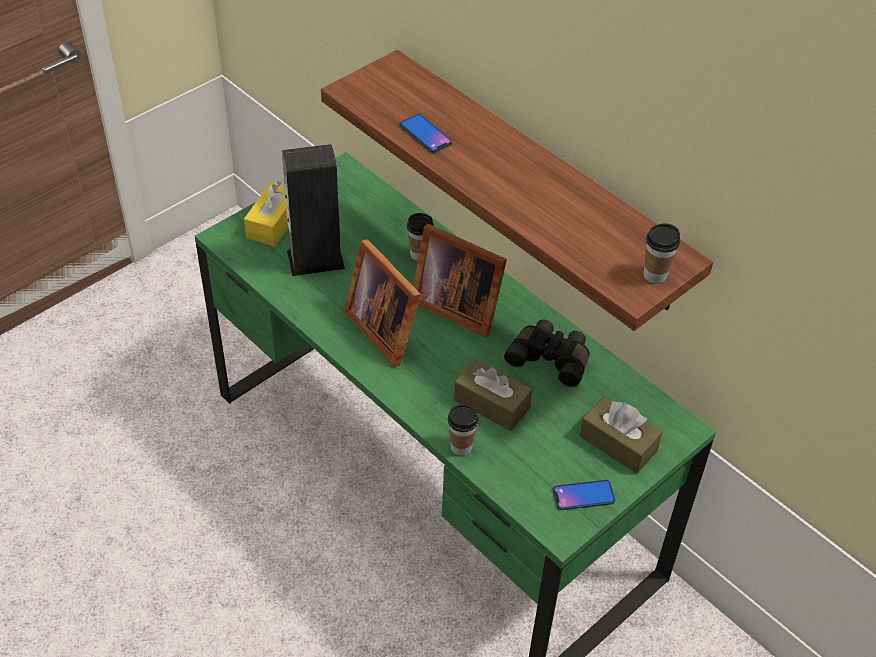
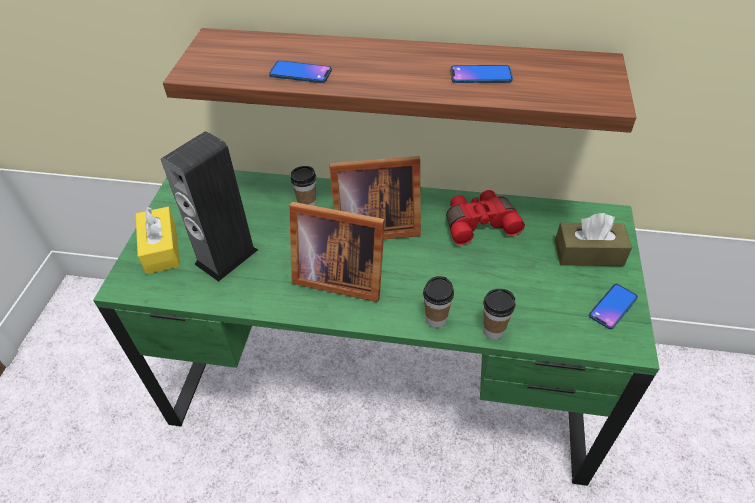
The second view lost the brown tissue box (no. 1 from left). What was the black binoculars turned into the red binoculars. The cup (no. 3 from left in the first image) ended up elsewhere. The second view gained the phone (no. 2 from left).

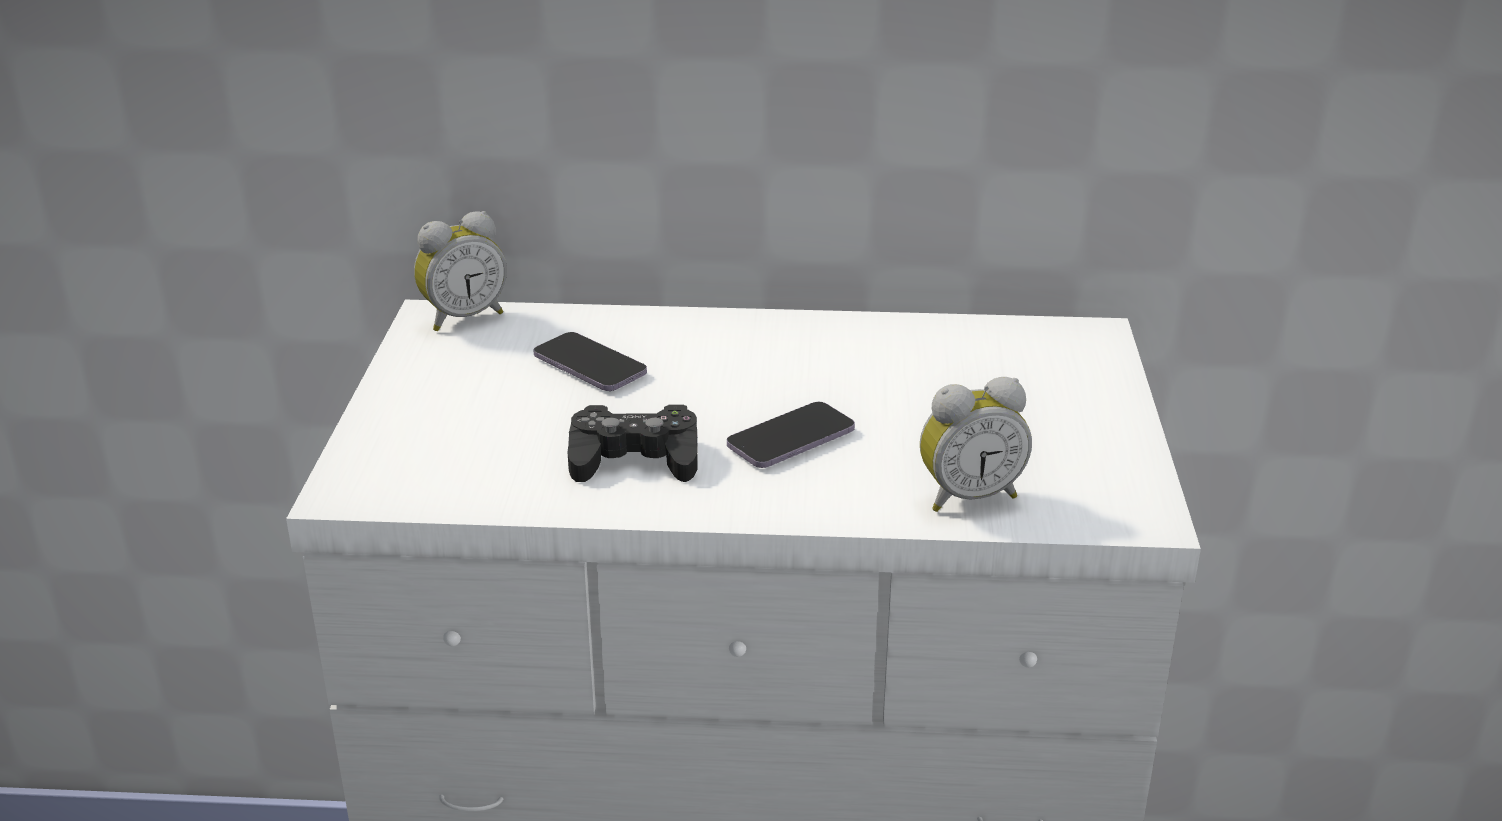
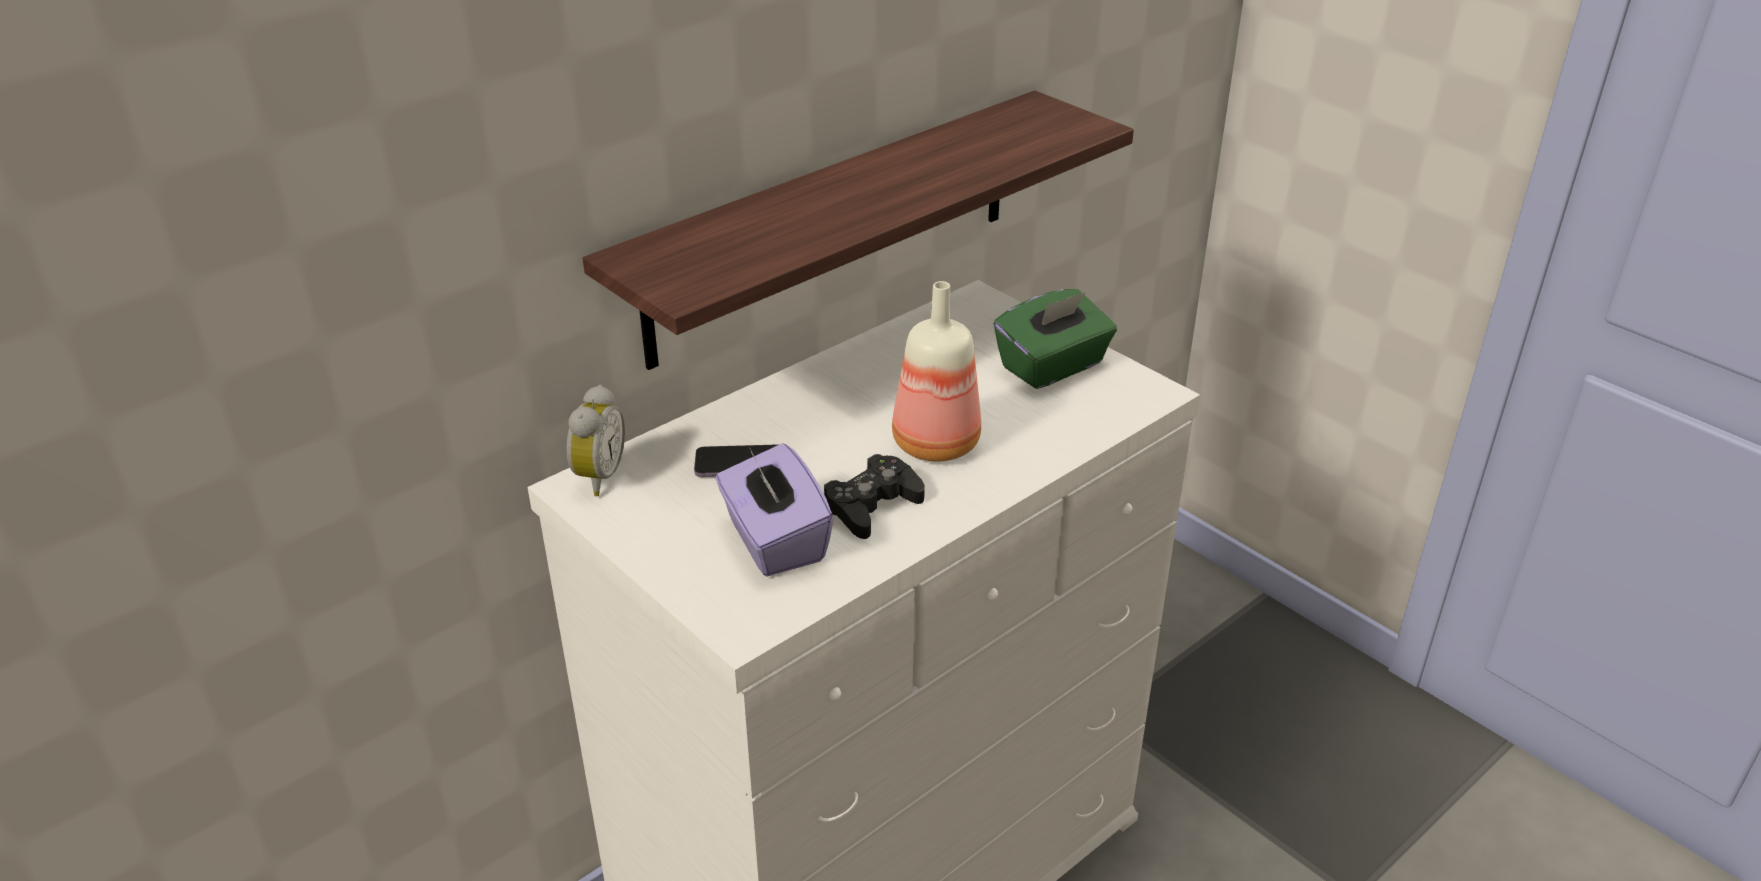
Where the phone (no. 2 from left) stood, the bottle came to stand. The second view lost the alarm clock (no. 2 from left). The second view gained the shelf. The second view gained the purple tissue box. The second view gained the green tissue box.

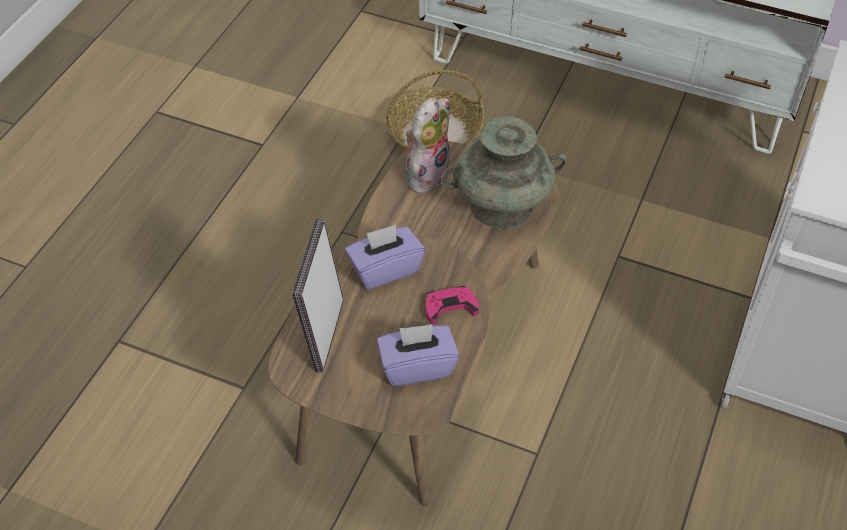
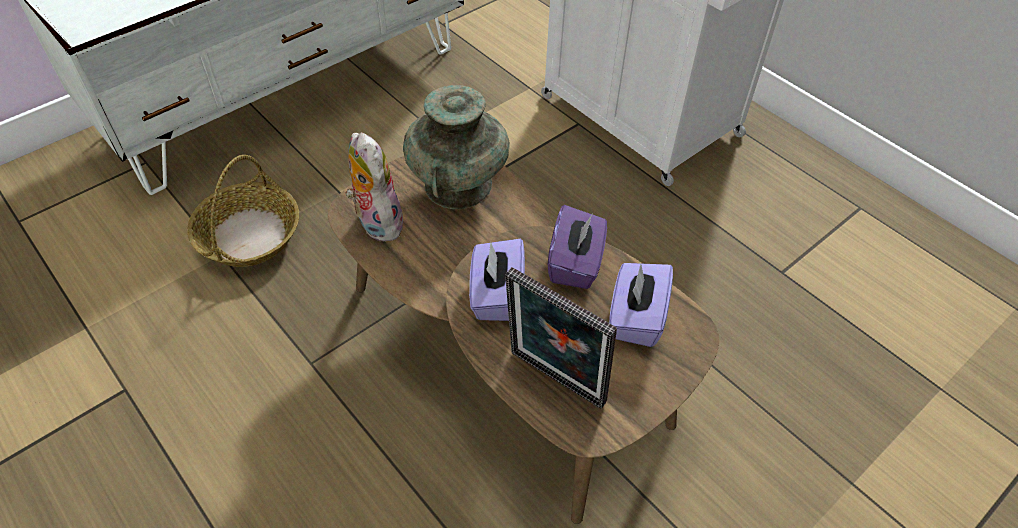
Where the pink game controller stood, the purple tissue box (no. 2 from left) came to stand.

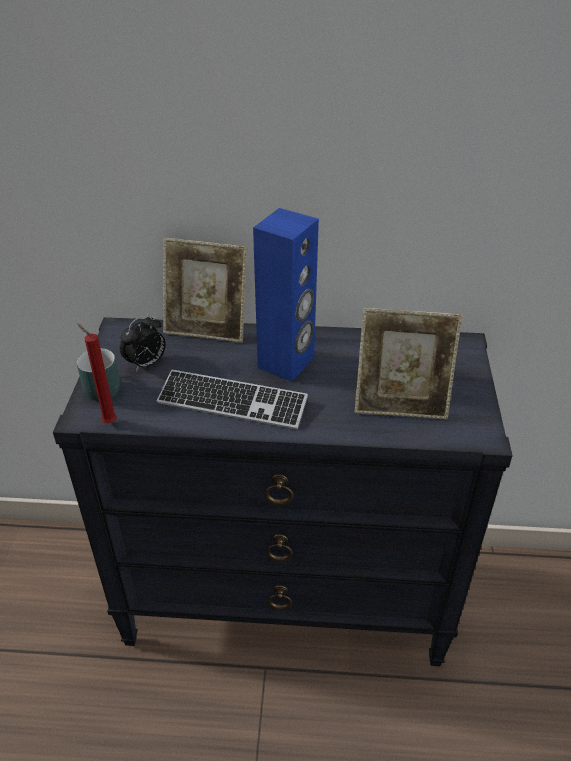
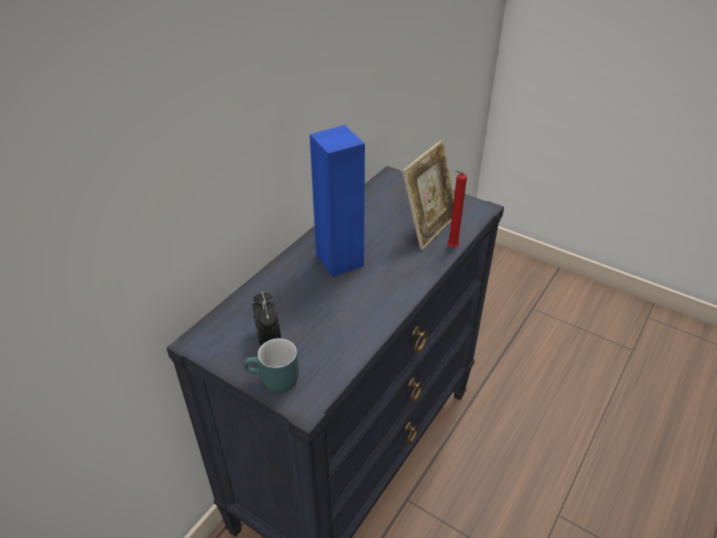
The red candle ended up elsewhere. The second view lost the keyboard. The second view lost the picture frame (no. 1 from left).

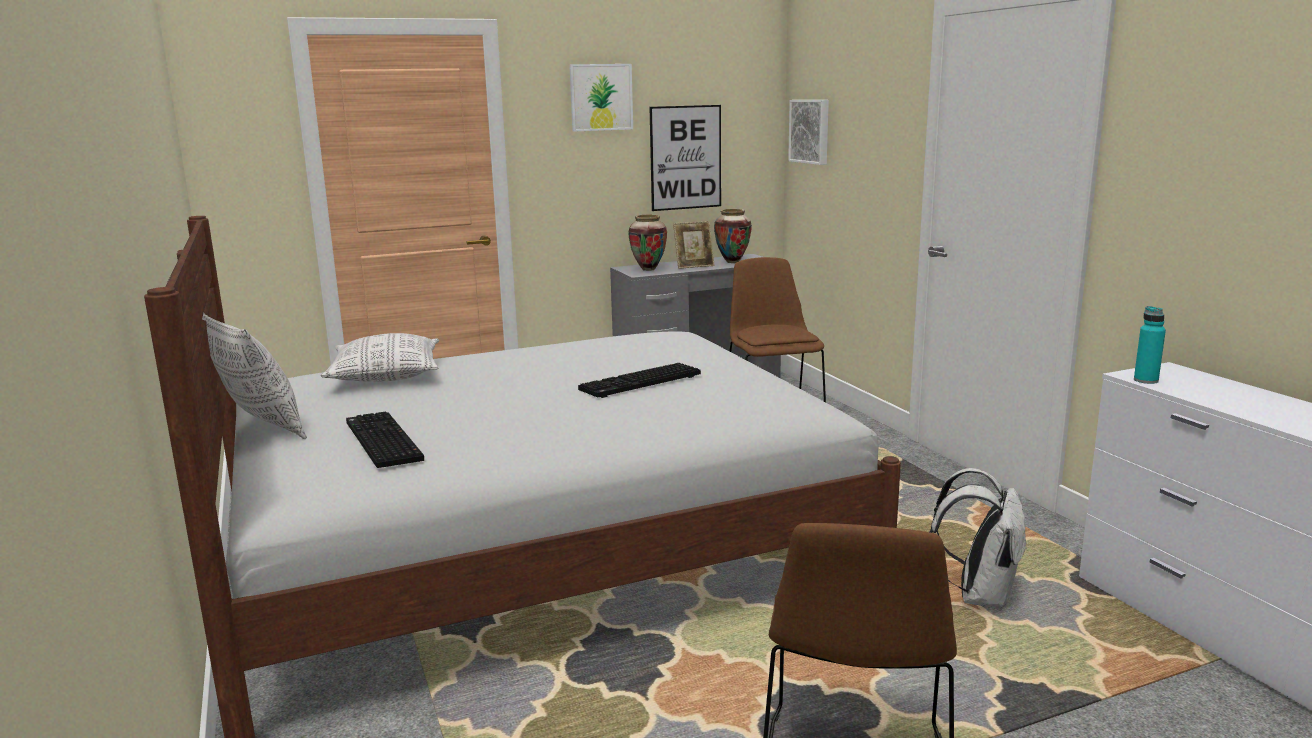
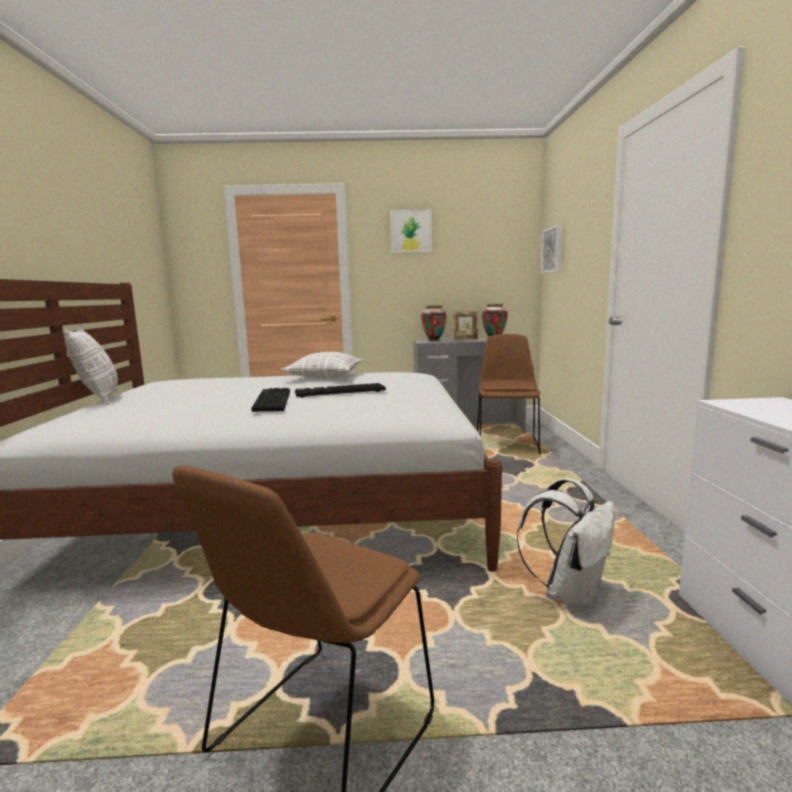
The pillow (no. 2 from left) ended up elsewhere. The keyboard (no. 1 from left) ended up elsewhere. The second view lost the picture (no. 2 from left). The second view lost the turquoise bottle.

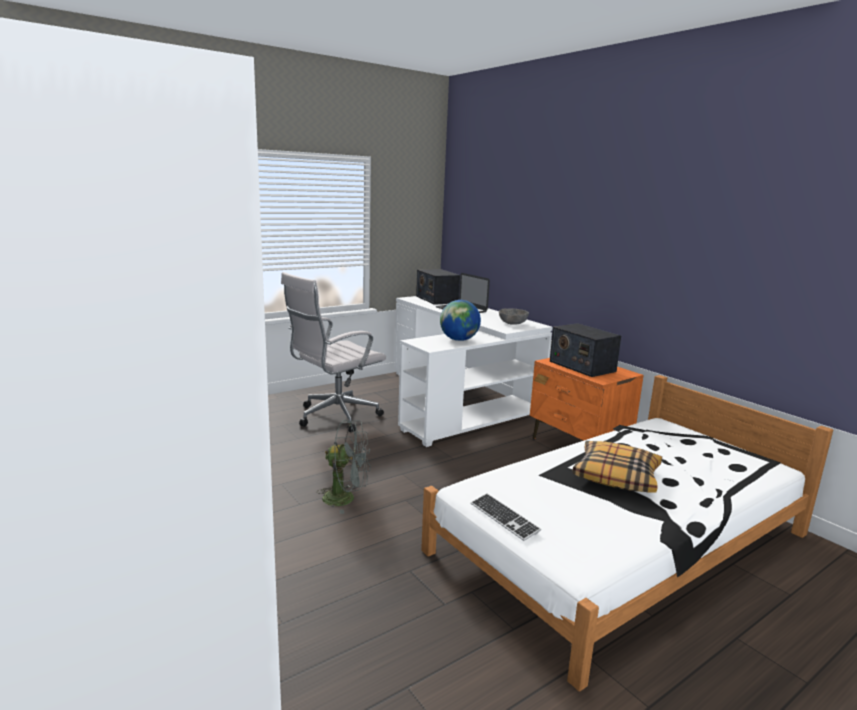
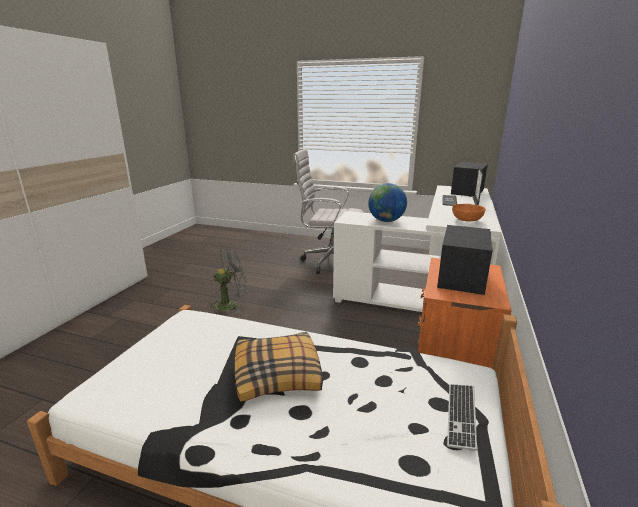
The grey fan ended up facing another way, 90 degrees counterclockwise from before. The keyboard ended up elsewhere. What was the grey bowl turned into the orange bowl.

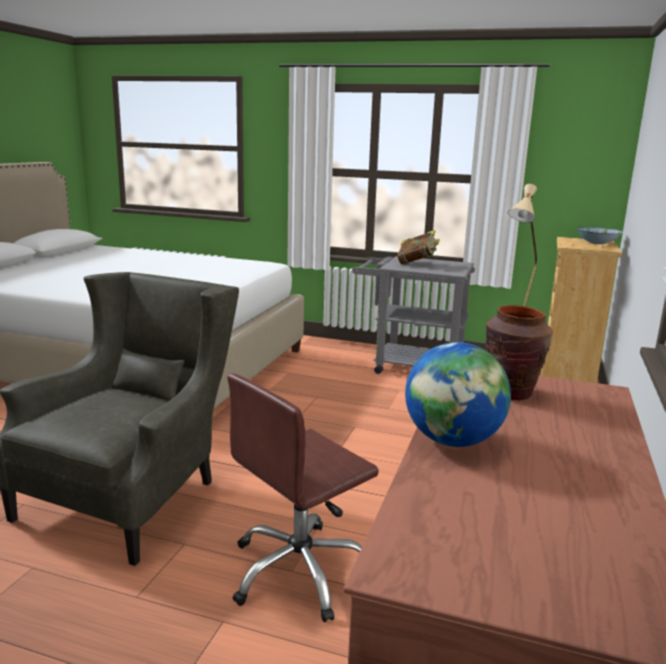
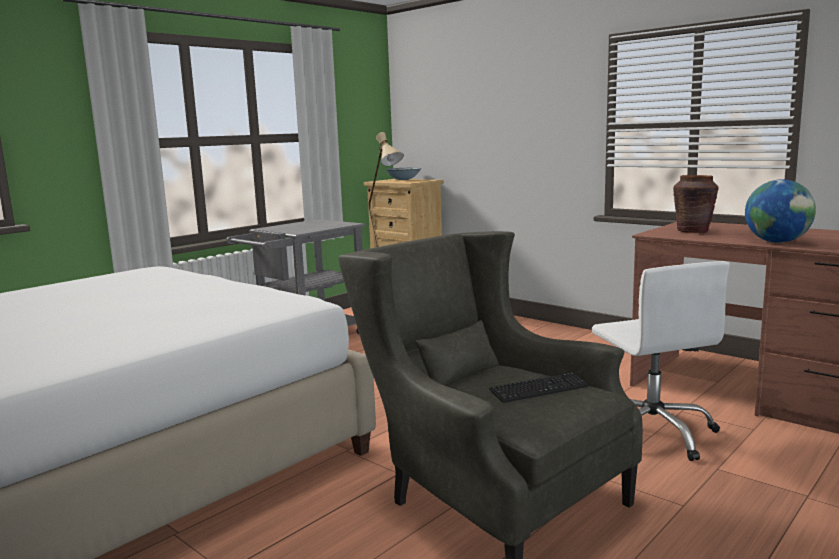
What was the brown office chair turned into the white office chair. The second view lost the book. The second view gained the keyboard.

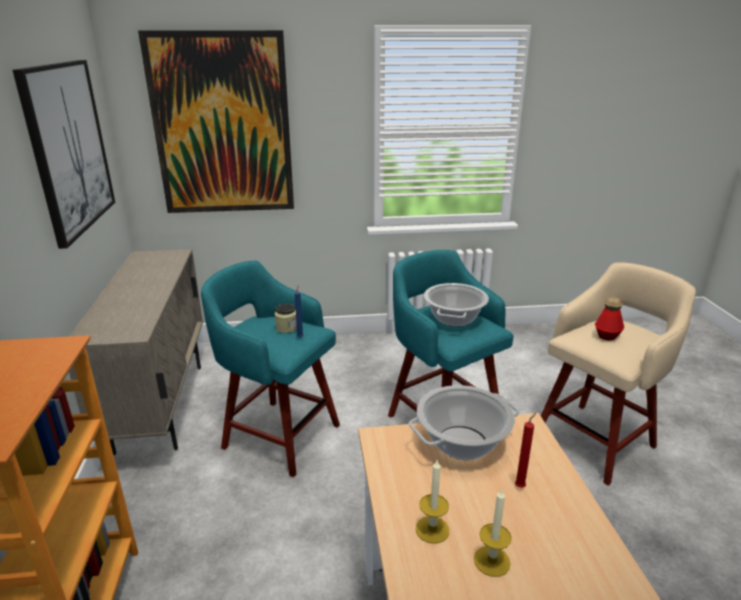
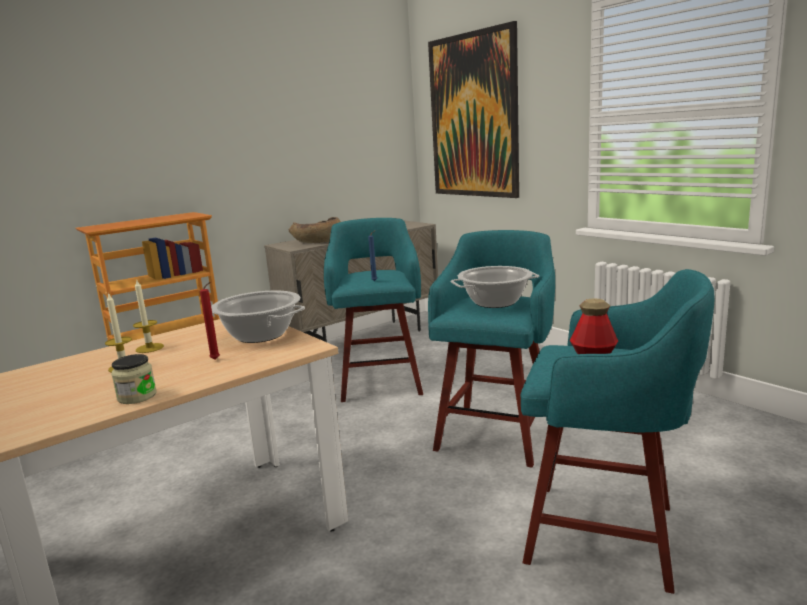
The second view lost the picture (no. 1 from left). The jar ended up elsewhere. What was the beige stool turned into the turquoise stool (no. 3 from left). The second view gained the brown bowl.

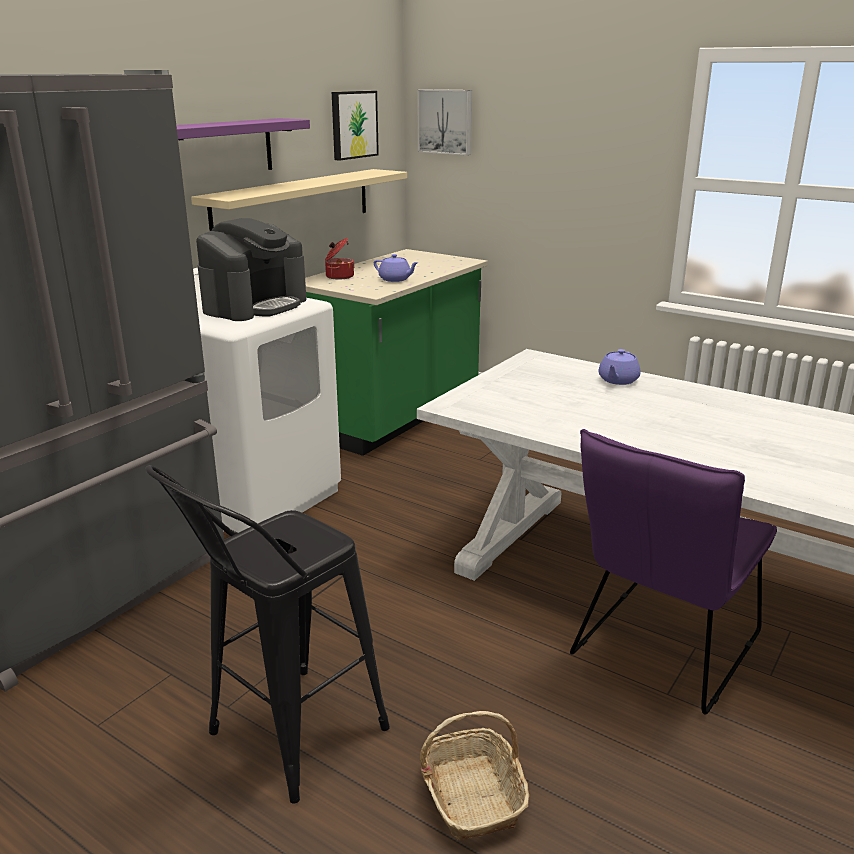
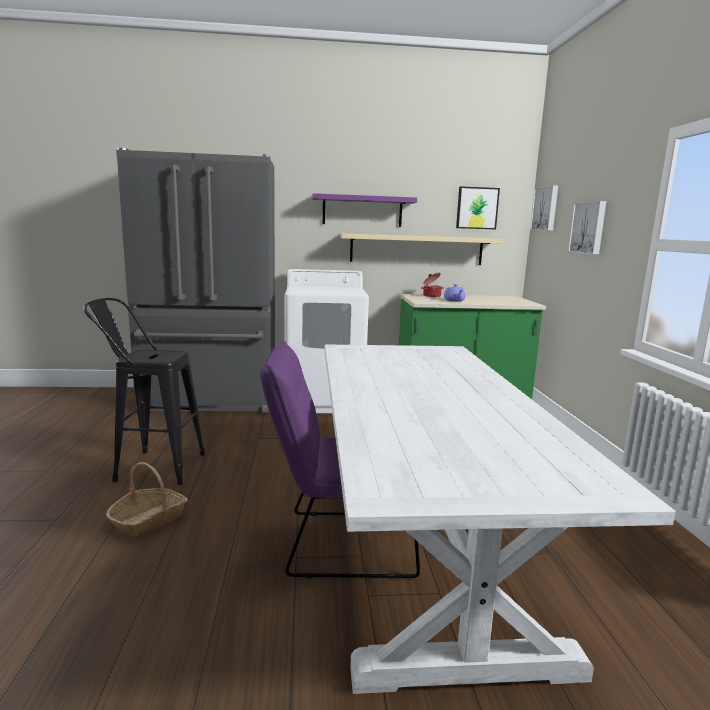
The second view lost the coffee machine. The second view lost the purple teapot (no. 2 from left). The second view gained the picture (no. 3 from left).

